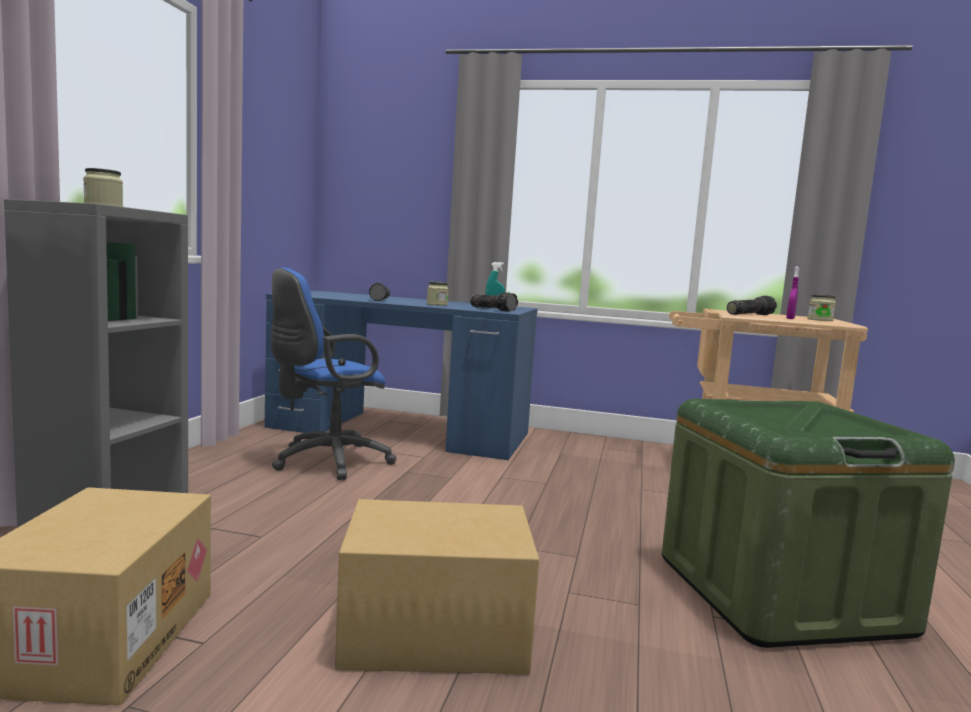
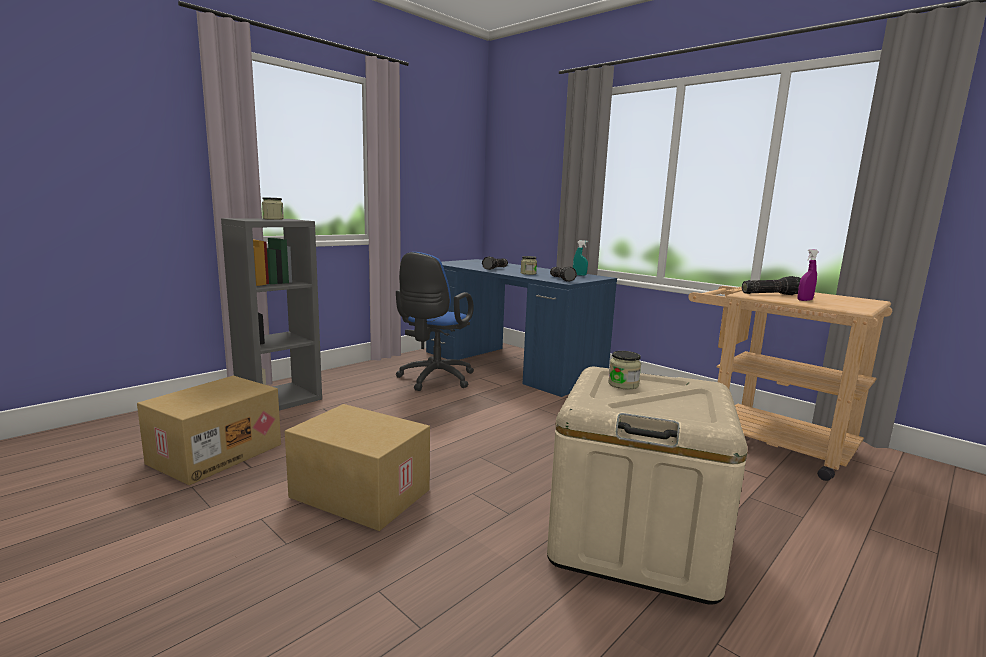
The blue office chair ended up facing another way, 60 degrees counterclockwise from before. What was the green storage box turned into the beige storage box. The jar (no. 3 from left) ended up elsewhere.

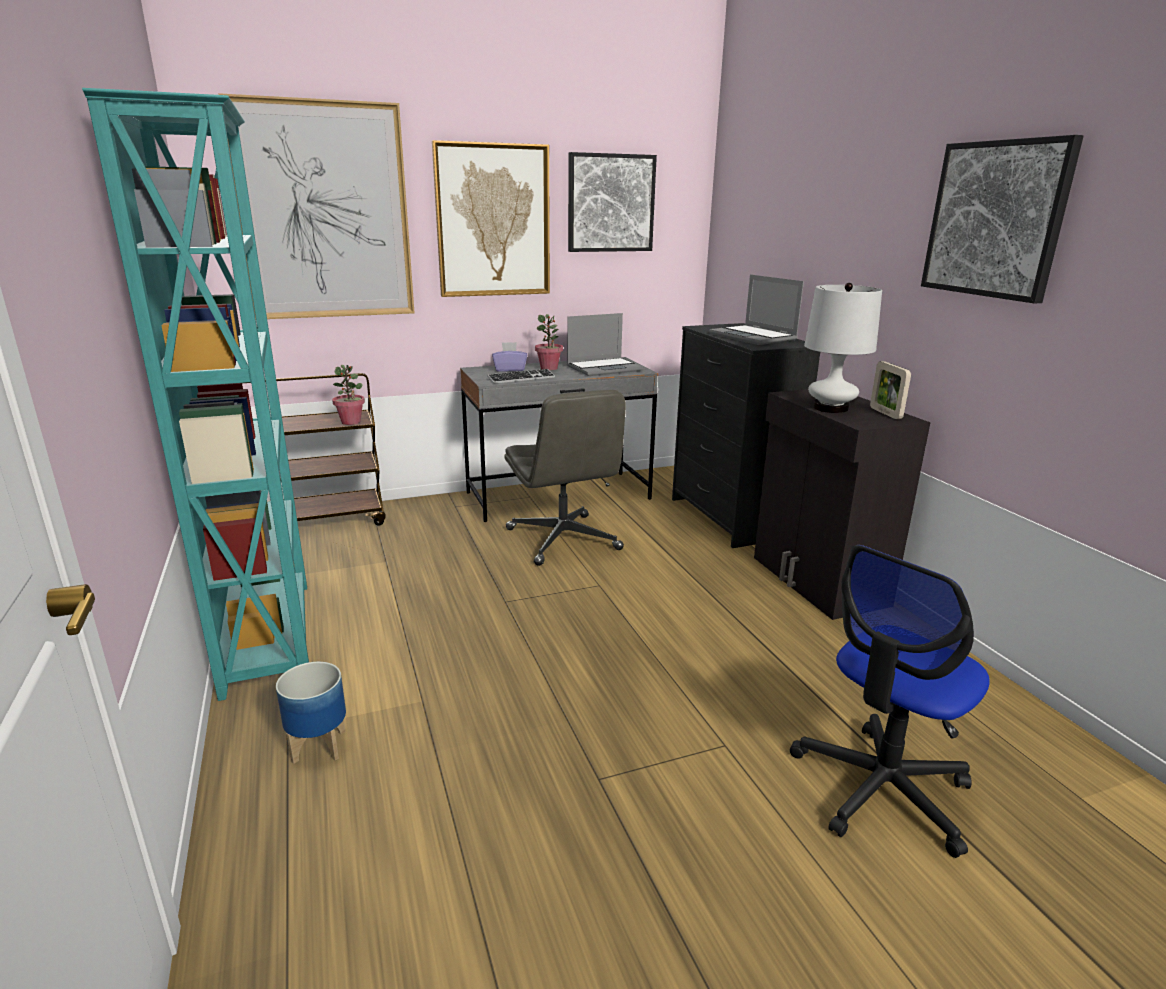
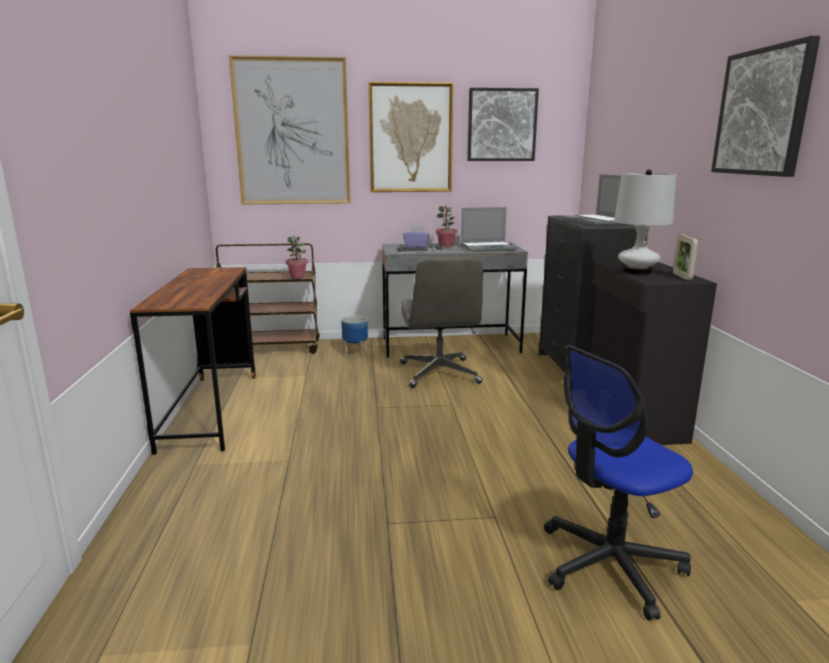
Where the turquoise bookcase stood, the brown desk came to stand. The planter ended up elsewhere.

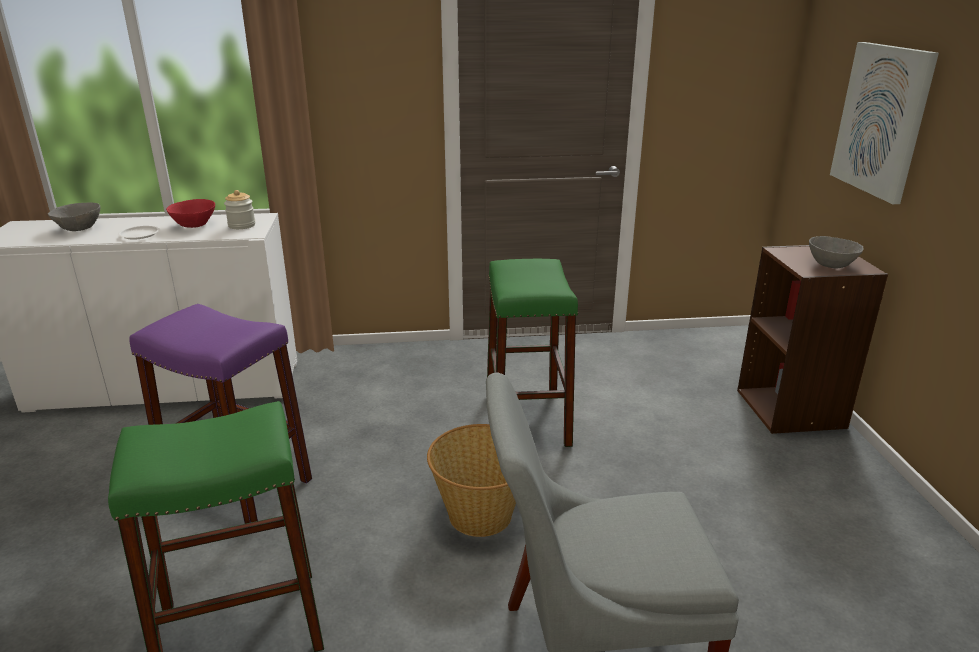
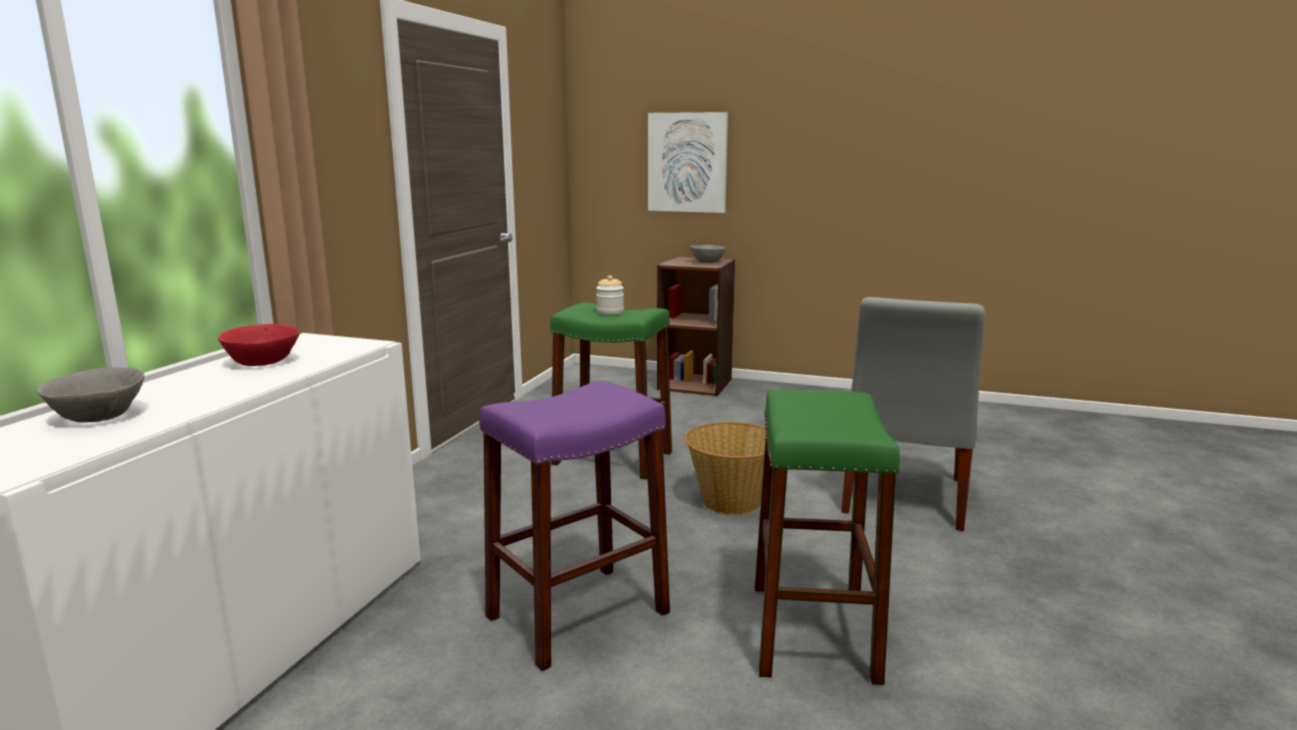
The second view lost the white plate. The jar ended up elsewhere.

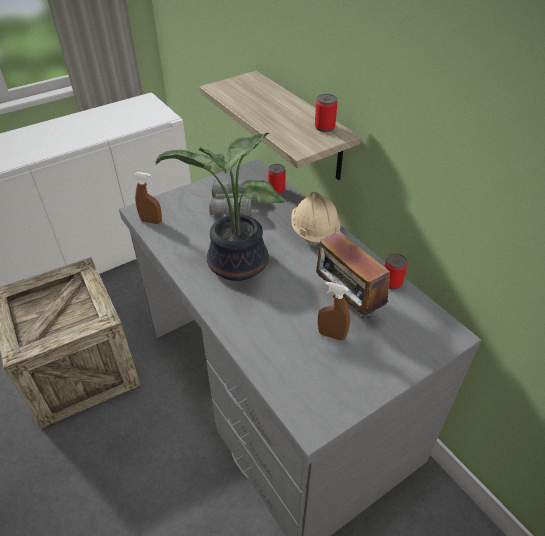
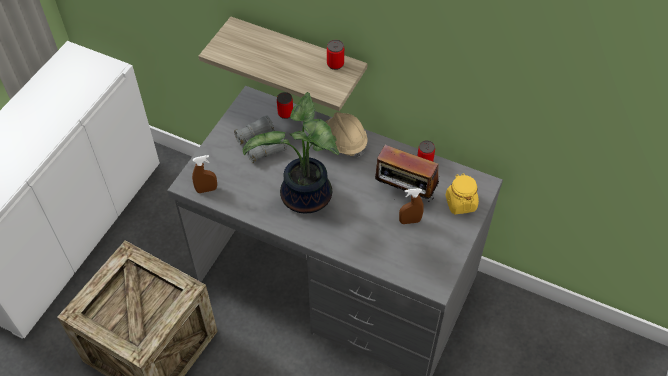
The second view gained the yellow jar.

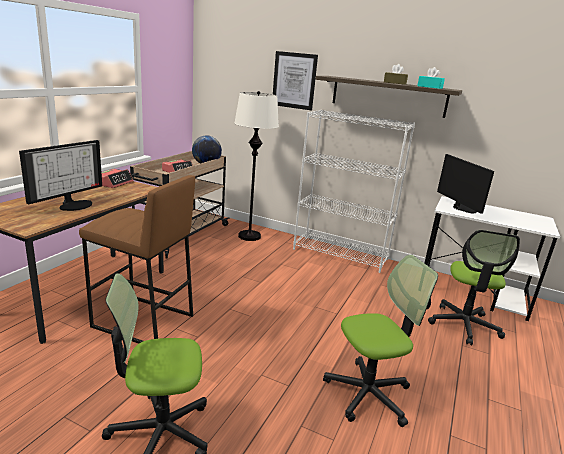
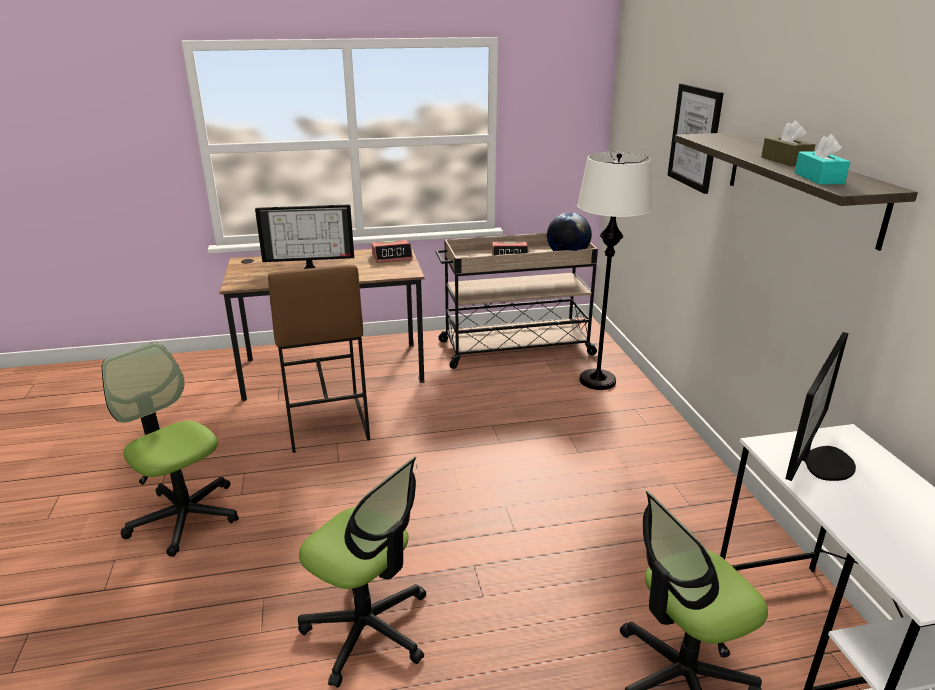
The second view lost the white bookcase.

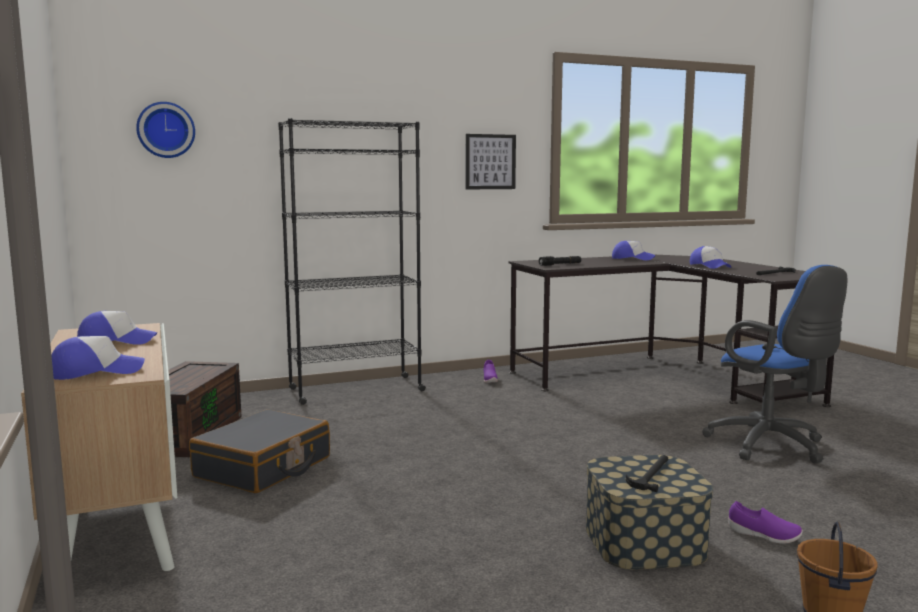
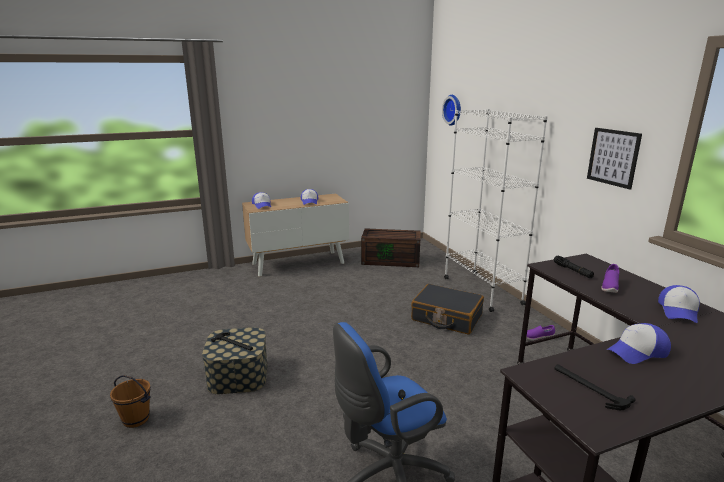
The black suitcase ended up elsewhere. What was the black bookcase turned into the white bookcase. The purple shoe (no. 2 from left) ended up elsewhere.

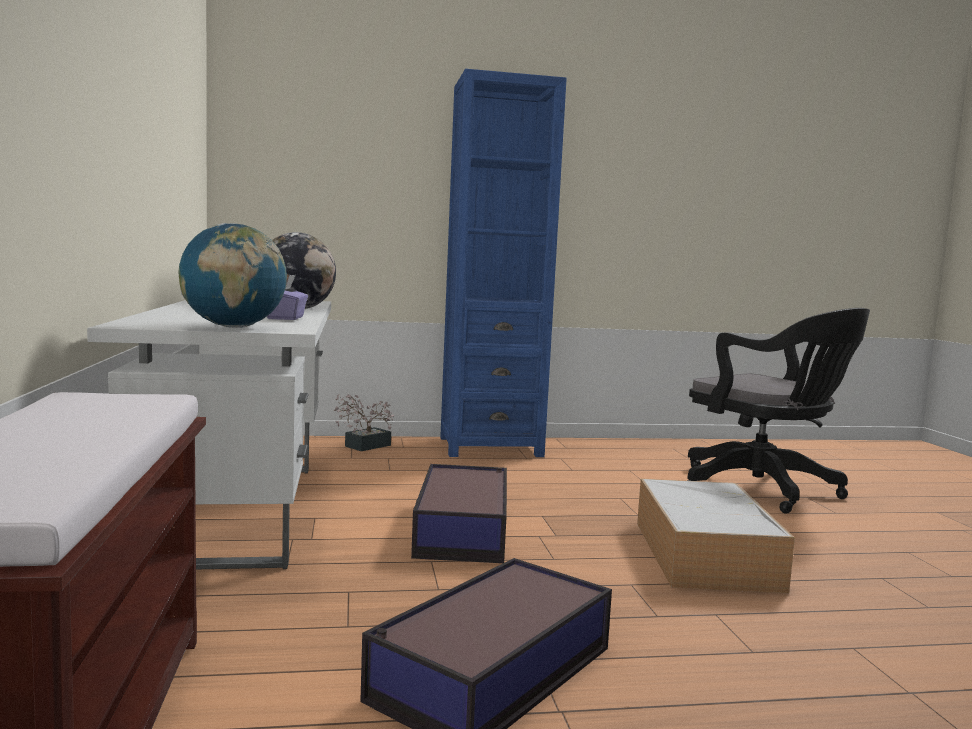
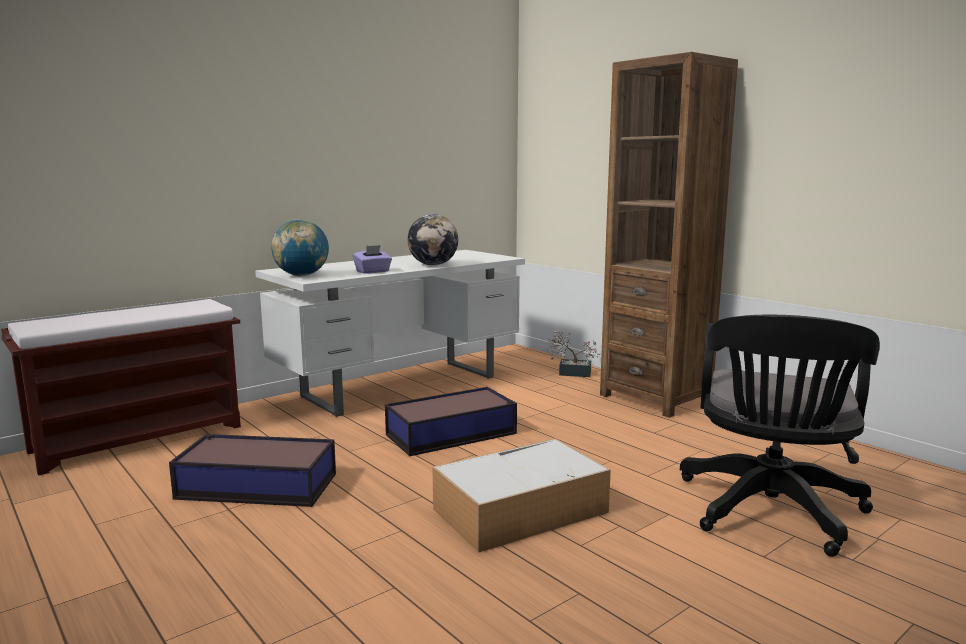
What was the blue bookcase turned into the brown bookcase.

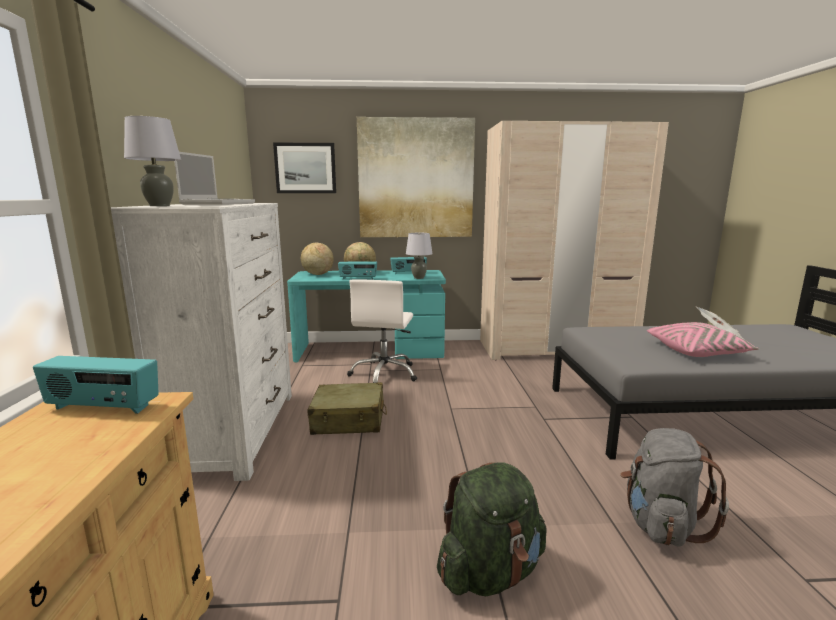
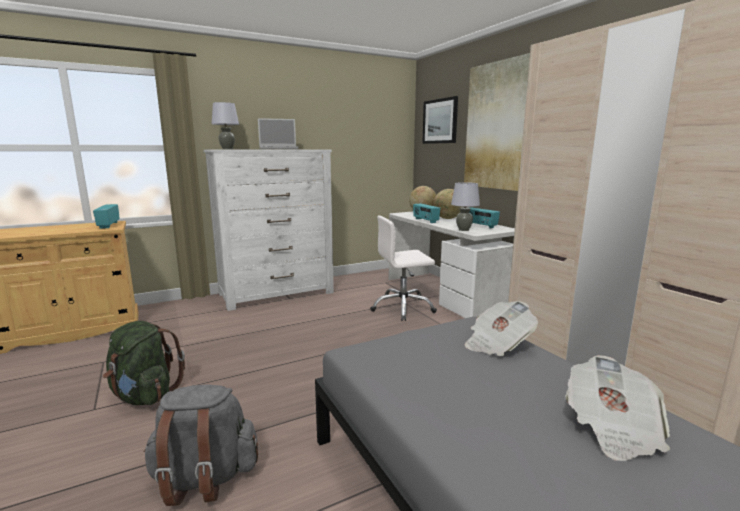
What was the turquoise desk turned into the white desk. The second view lost the beige suitcase. The second view lost the pink pillow. The second view gained the newspaper (no. 1 from left).

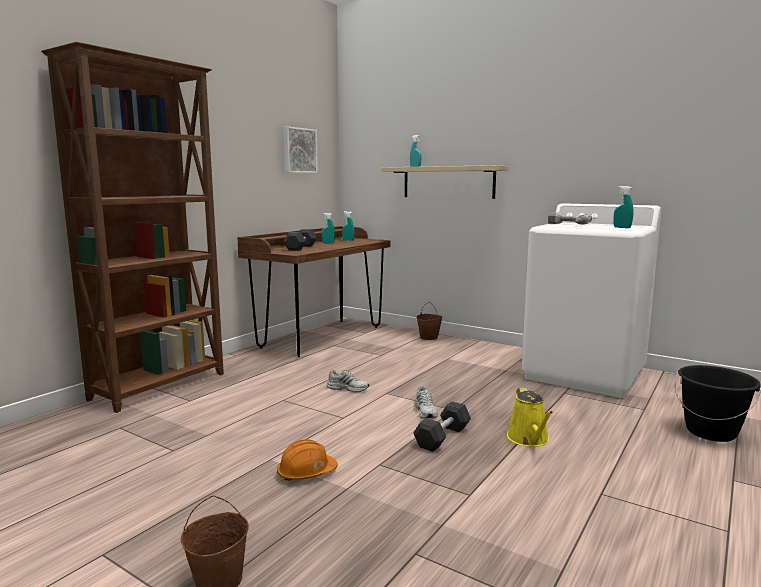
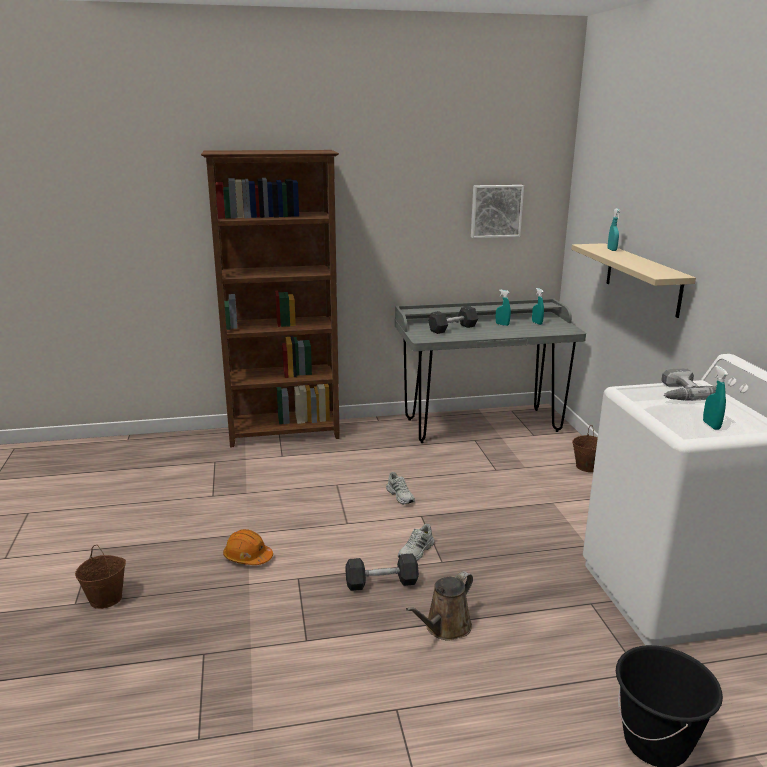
What was the brown desk turned into the grey desk. What was the yellow watering can turned into the brown watering can.

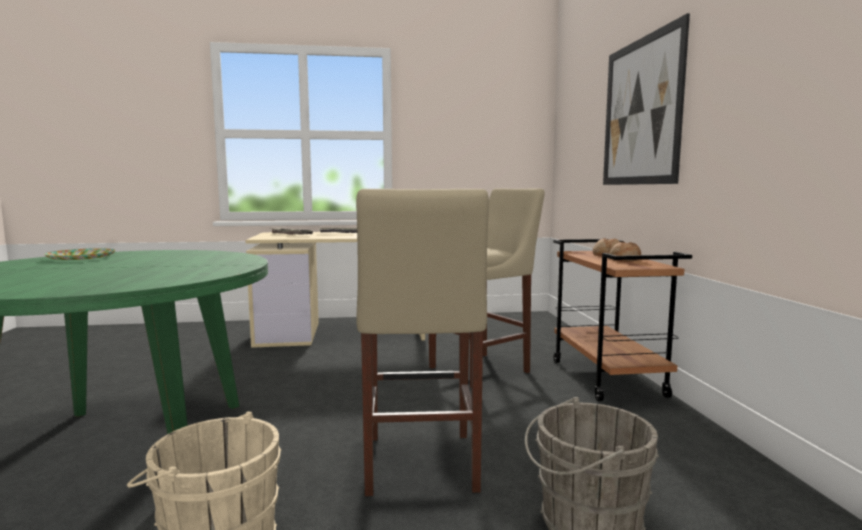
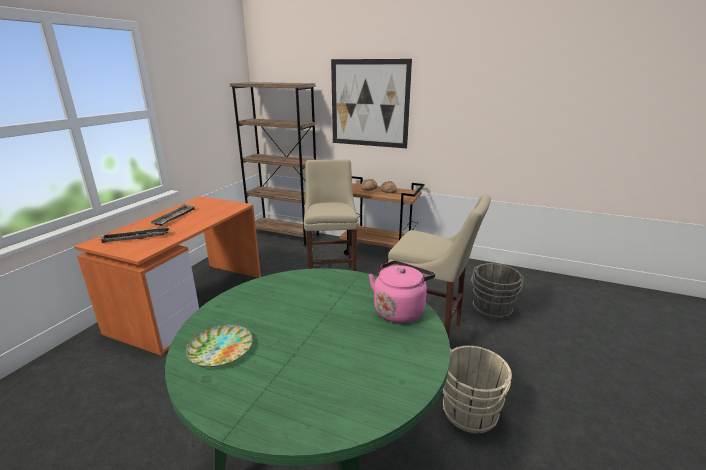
What was the beige desk turned into the orange desk. The second view gained the brown bookcase. The second view gained the pink kettle.

